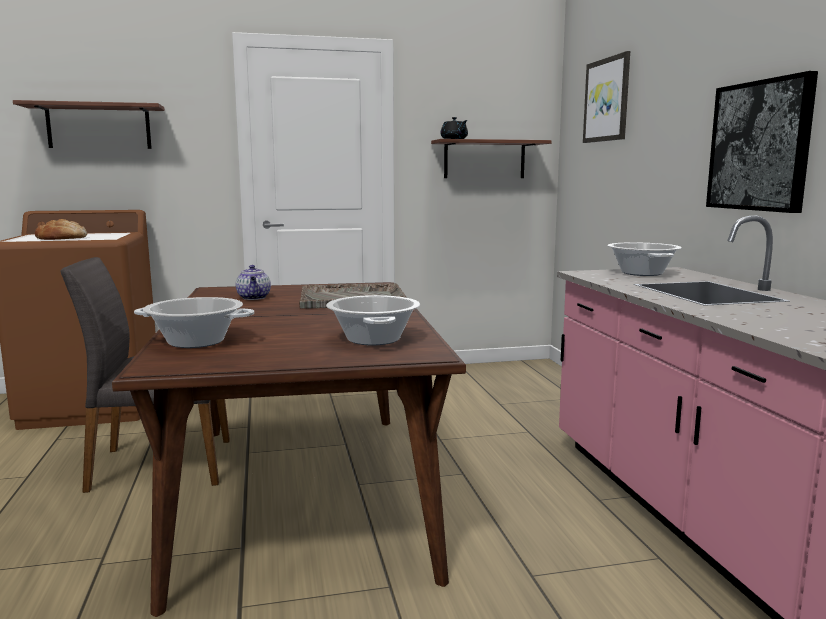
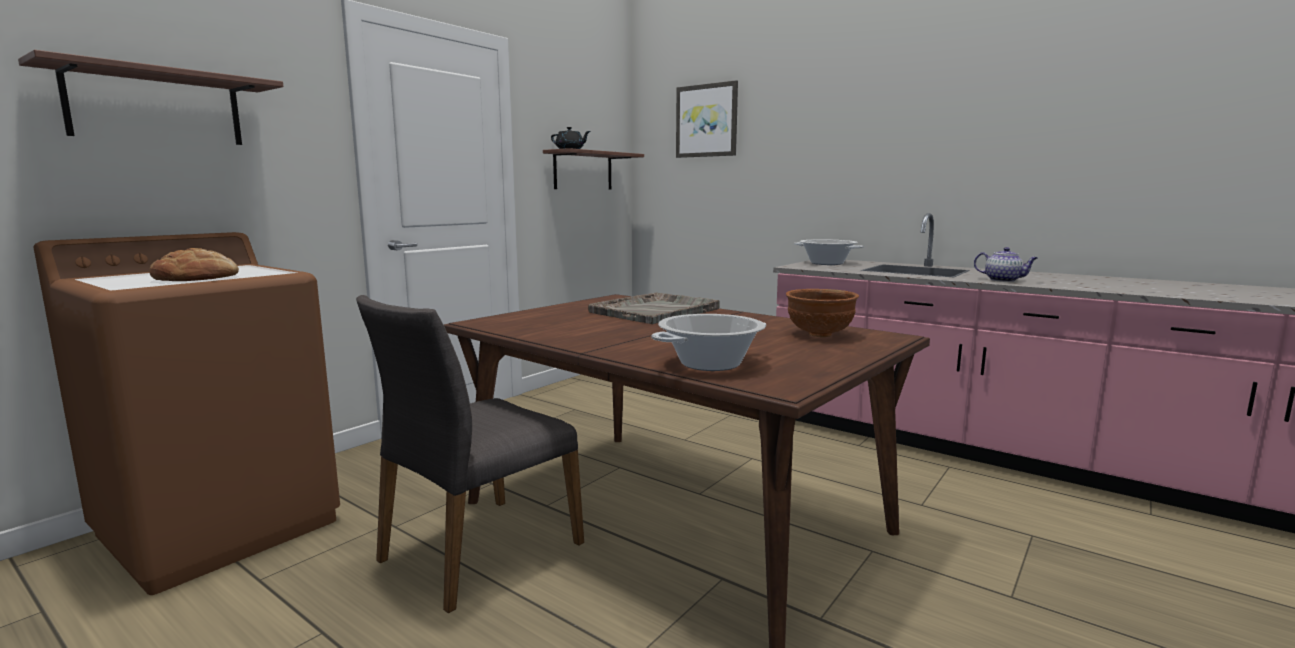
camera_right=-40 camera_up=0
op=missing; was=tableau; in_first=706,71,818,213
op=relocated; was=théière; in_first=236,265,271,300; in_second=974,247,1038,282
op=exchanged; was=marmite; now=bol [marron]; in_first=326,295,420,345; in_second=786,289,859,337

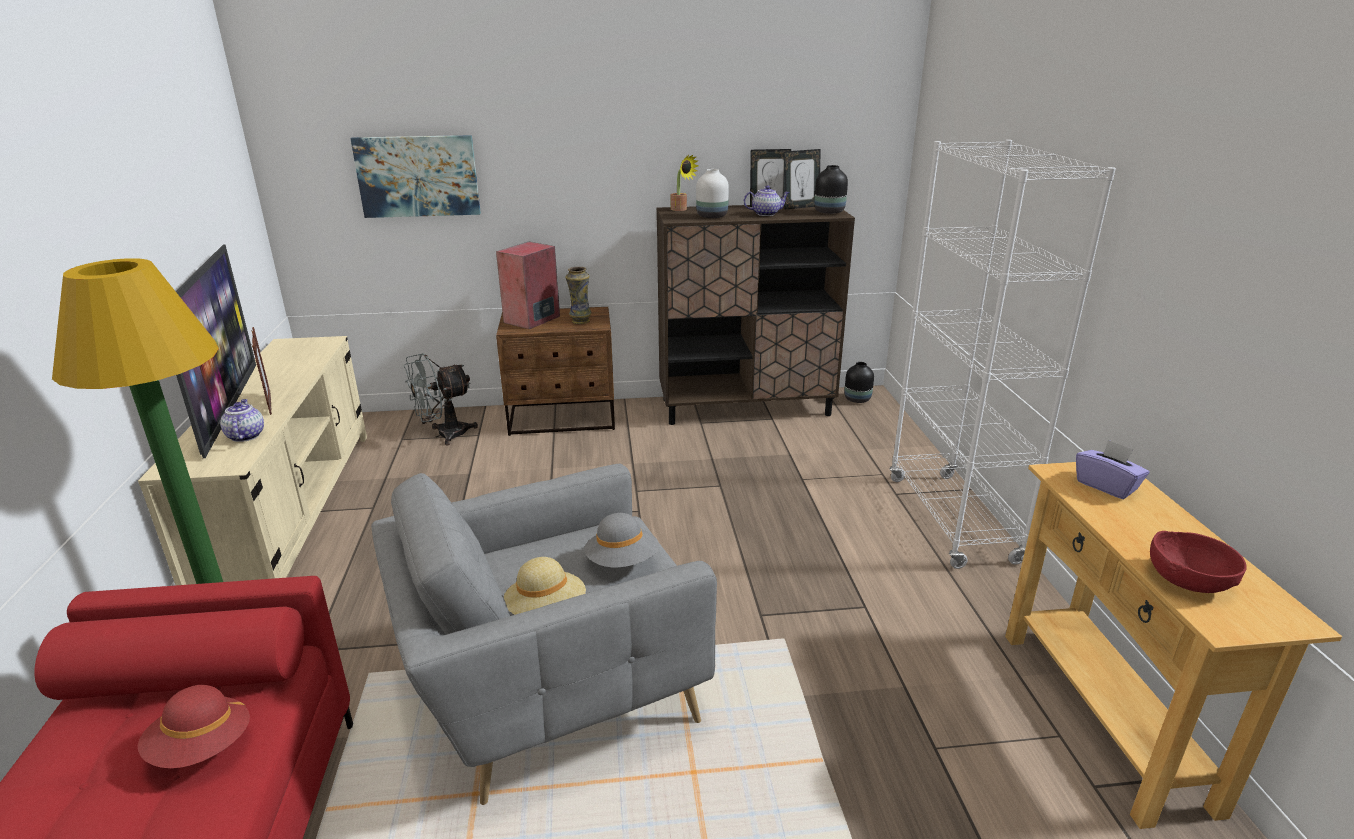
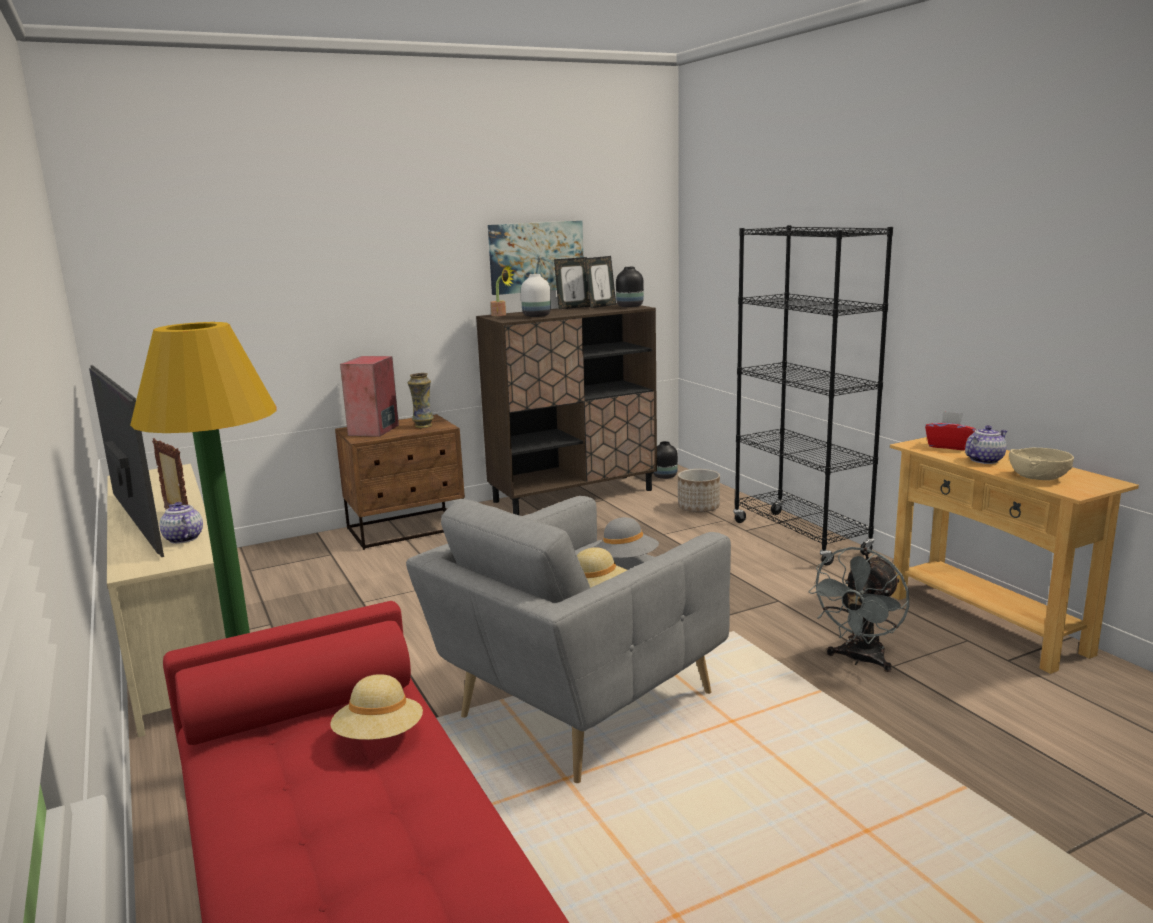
camera_right=-20 camera_up=-10
op=relocated; was=tableau; in_first=350,135,481,218; in_second=488,221,583,295
op=colour; was=bibliothèque [blanc]; now=bibliothèque [noir]; in_first=890,140,1116,569; in_second=733,225,893,566
op=relocated; was=théière; in_first=743,185,790,216; in_second=965,425,1007,464
op=relocated; was=ventilateur [gris]; in_first=404,353,478,445; in_second=808,547,909,672
op=colour; was=boîte à mouchoirs [violet]; now=boîte à mouchoirs [rouge]; in_first=1076,440,1149,500; in_second=925,411,976,450
op=colour; was=bol [rouge]; now=bol [beige]; in_first=1150,531,1247,593; in_second=1009,448,1074,480
op=colour; was=chapeau [rouge]; now=chapeau [beige]; in_first=138,685,250,769; in_second=330,674,423,740
op=appeared; now=cache-pot; in_second=678,469,720,512

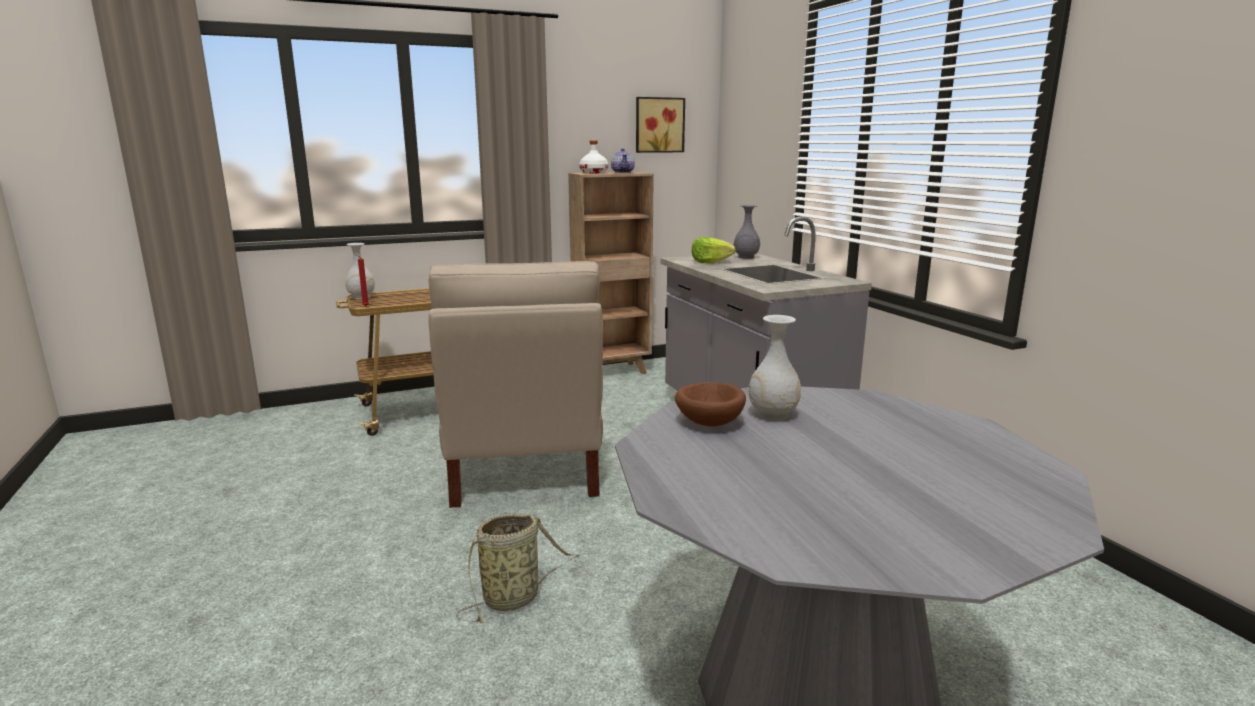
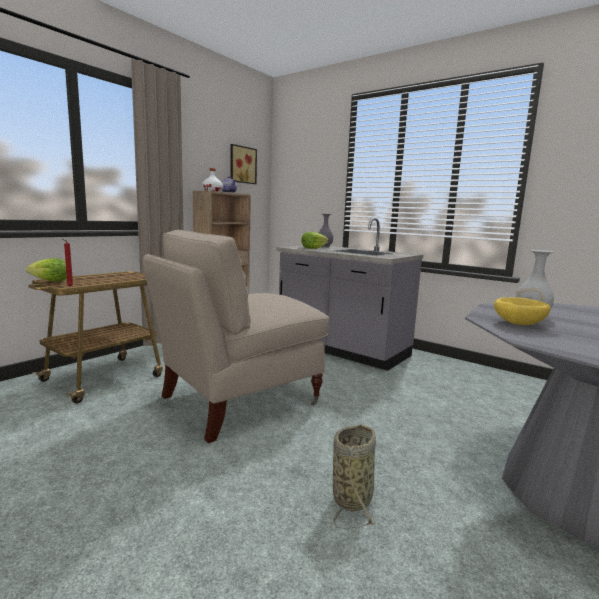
camera_right=-30 camera_up=-5
op=exchanged; was=vase [blanc]; now=laitue; in_first=345,243,375,299; in_second=26,258,67,281
op=spun; was=chaise [beige]; in_first=428,261,603,508; in_second=143,230,329,443; clockwise=90
op=colour; was=bol [marron]; now=bol [jaune]; in_first=675,382,746,426; in_second=494,297,550,325

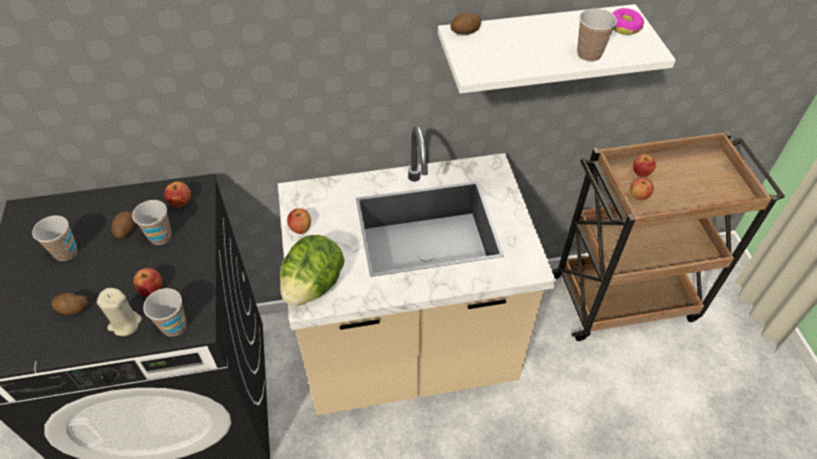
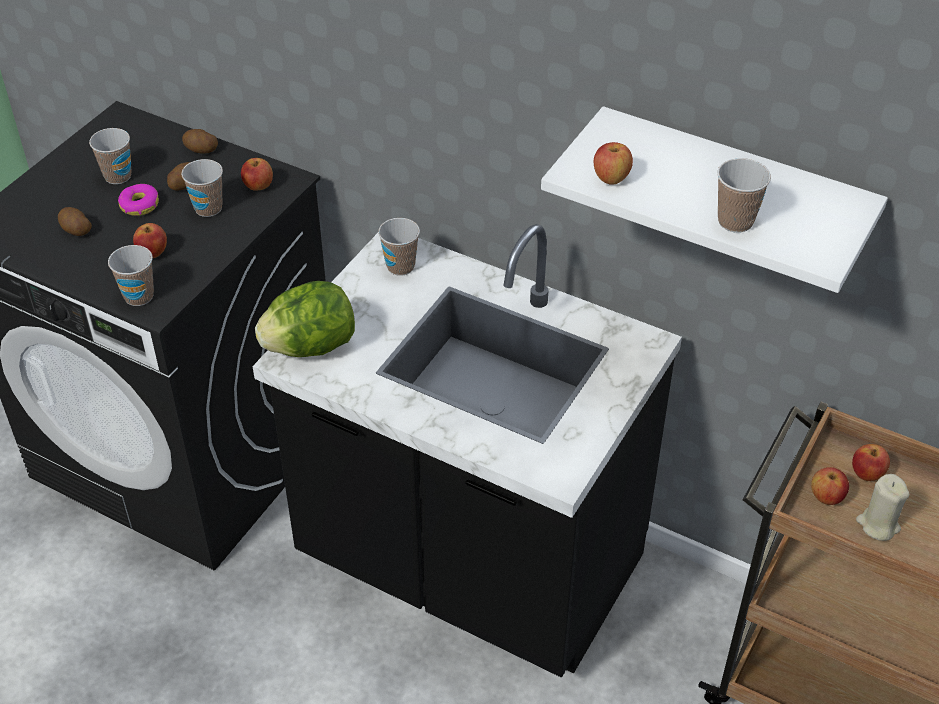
camera_right=40 camera_up=-5
op=relocated; was=beignet; in_first=612,8,644,35; in_second=118,184,159,216
op=relocated; was=pomme de terre; in_first=450,13,481,35; in_second=182,129,218,154
op=colour; was=comptoir de cuisine [beige]; now=comptoir de cuisine [noir]; in_first=278,126,556,415; in_second=253,224,682,677
op=relocated; was=pomme; in_first=287,208,311,234; in_second=594,142,633,185
op=relocated; was=bougie [beige]; in_first=97,288,142,336; in_second=856,474,910,541
op=appeared; now=tasse; in_second=378,218,420,276

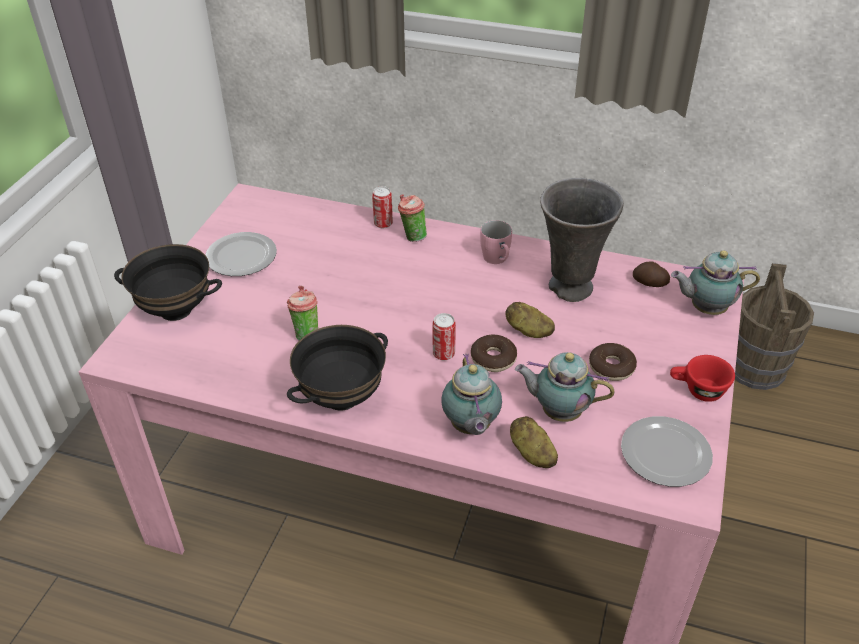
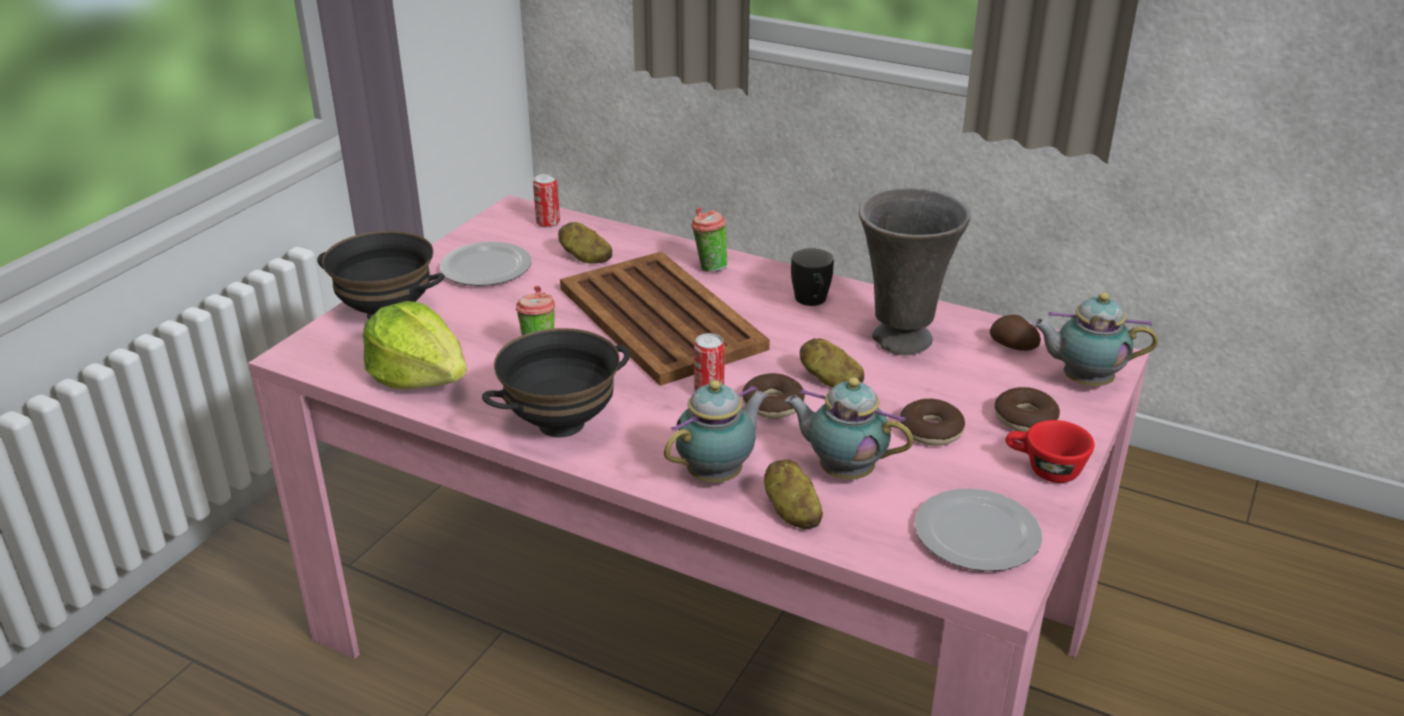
camera_right=10 camera_up=-10
op=relocated; was=boîte métallique; in_first=372,186,393,228; in_second=533,174,560,228
op=colour; was=mug [rose]; now=mug [noir]; in_first=480,220,512,264; in_second=791,248,834,306
op=missing; was=seau [marron]; in_first=735,263,814,390
op=spun; was=théière; in_first=441,354,502,435; in_second=664,380,768,483; clockwise=-135
op=appeared; now=pomme de terre; in_second=558,222,612,264
op=appeared; now=plateau [marron]; in_second=560,251,770,386
op=appeared; now=laitue; in_second=363,301,467,389
op=appeared; now=beignet; in_second=994,387,1060,432

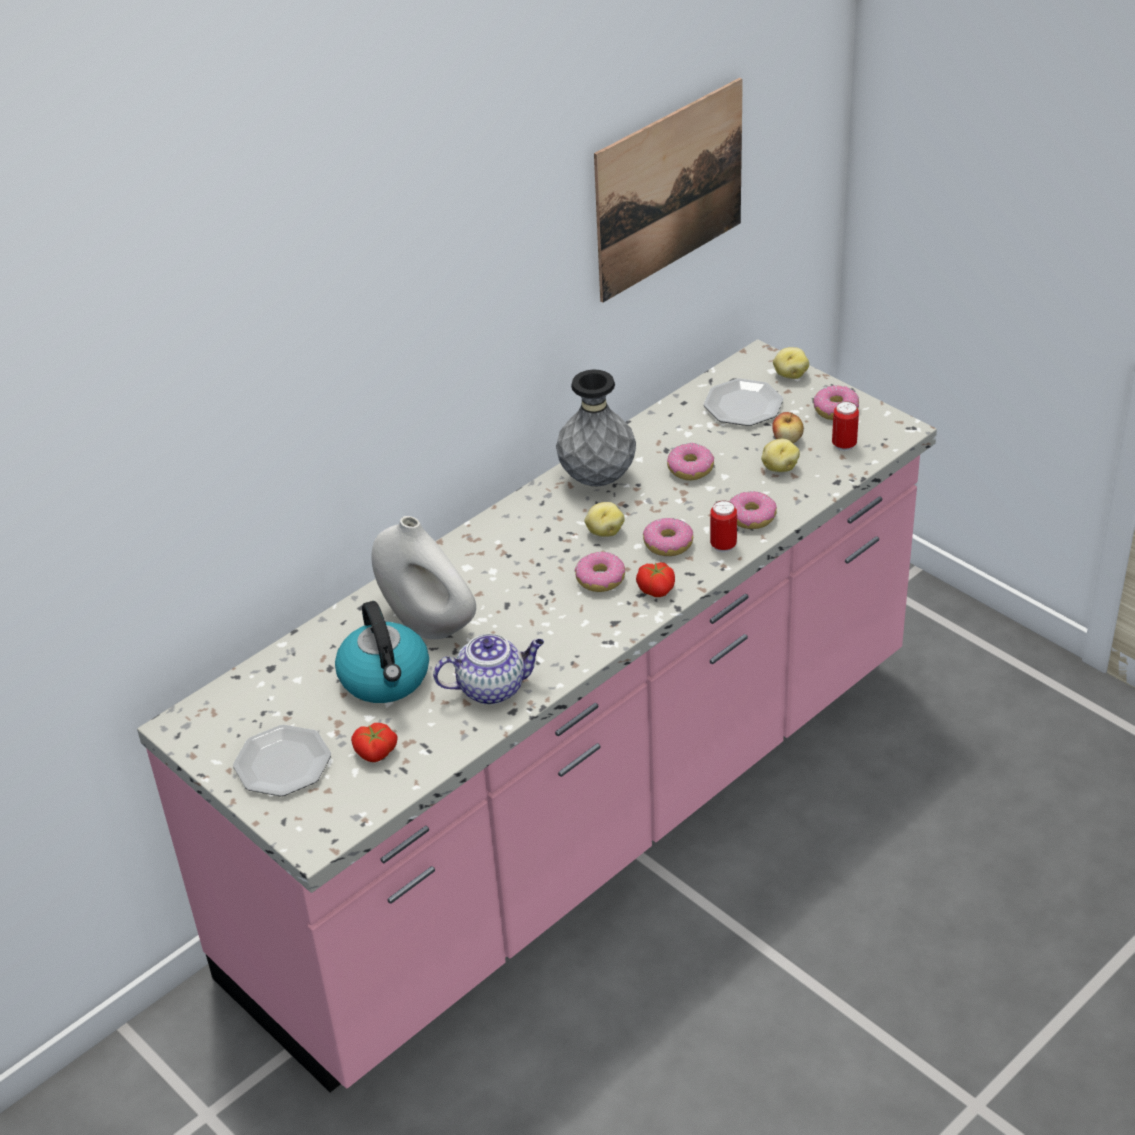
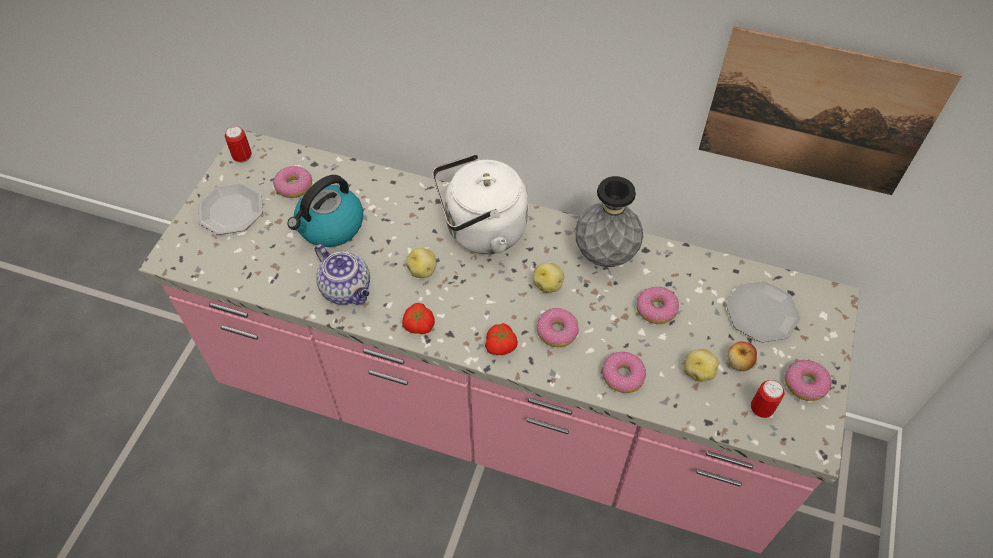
camera_right=60 camera_up=15
op=relocated; was=pomme de terre; in_first=773,347,809,379; in_second=406,248,437,278
op=relocated; was=boîte métallique; in_first=710,501,737,553; in_second=225,126,252,163
op=missing; was=vase [blanc]; in_first=372,516,476,639
op=relocated; was=beignet; in_first=575,551,625,592; in_second=273,166,312,198
op=relocated; was=tomate; in_first=351,723,398,762; in_second=402,303,435,334
op=appeared; now=bouilloire [blanc]; in_second=432,154,528,254

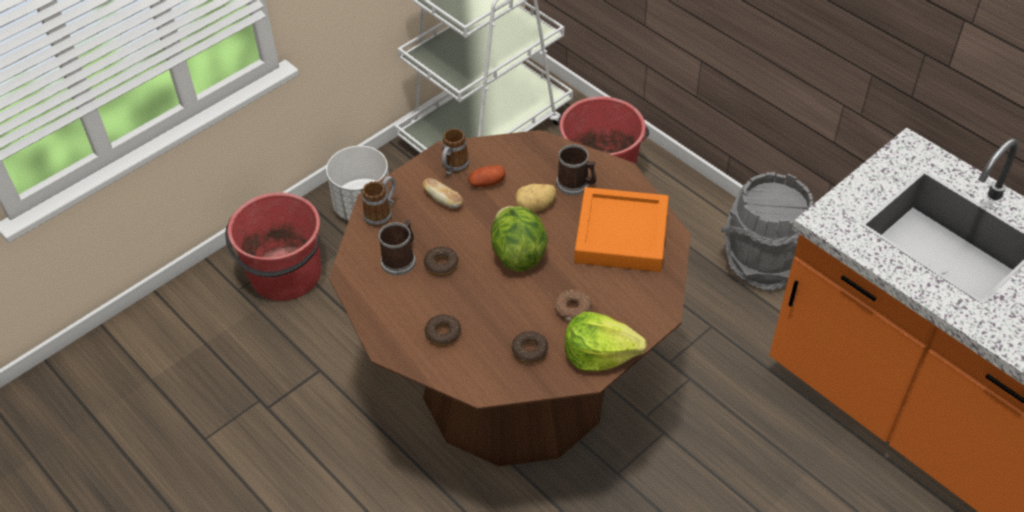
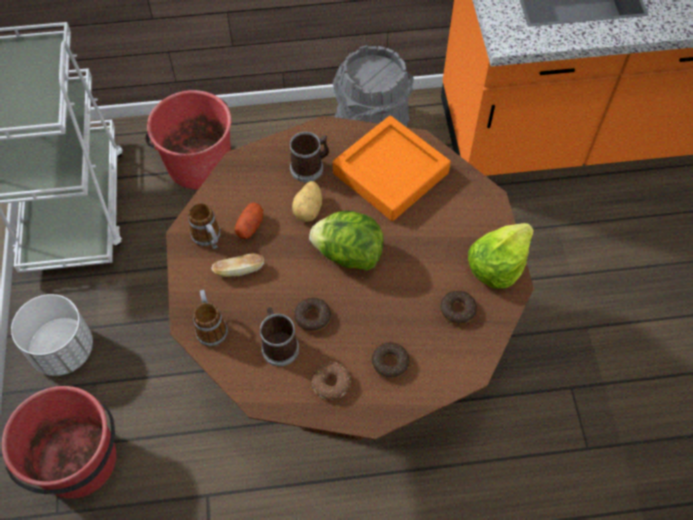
camera_right=-55 camera_up=10
op=relocated; was=beignet; in_first=554,289,592,321; in_second=312,361,351,401

